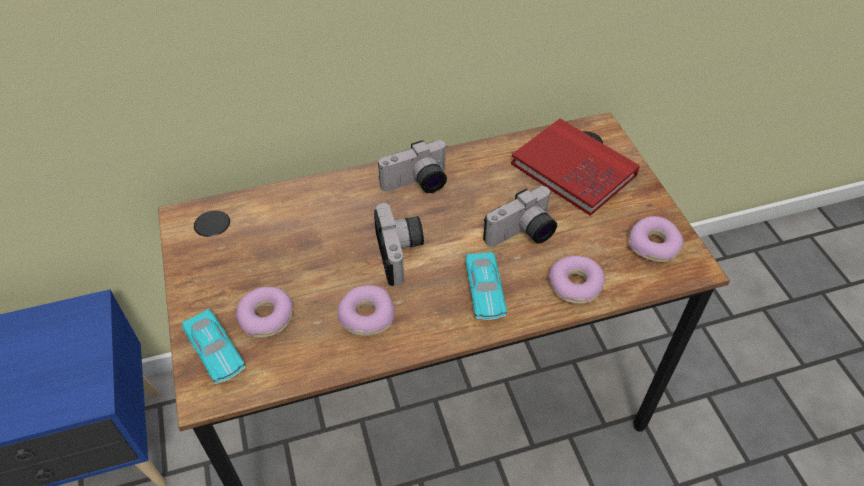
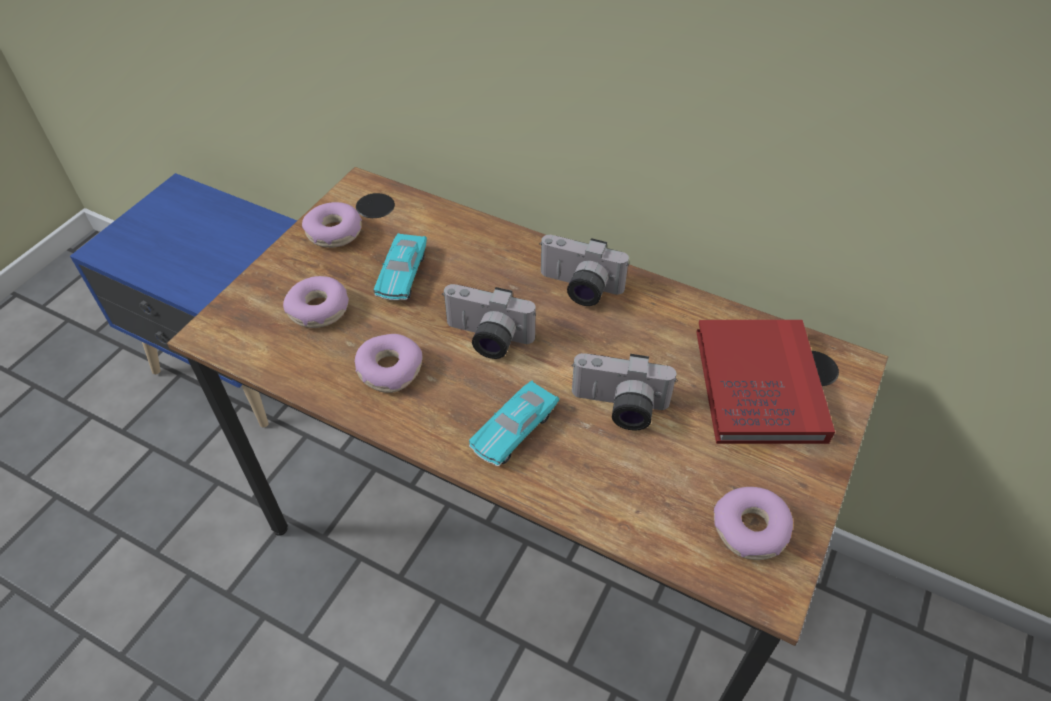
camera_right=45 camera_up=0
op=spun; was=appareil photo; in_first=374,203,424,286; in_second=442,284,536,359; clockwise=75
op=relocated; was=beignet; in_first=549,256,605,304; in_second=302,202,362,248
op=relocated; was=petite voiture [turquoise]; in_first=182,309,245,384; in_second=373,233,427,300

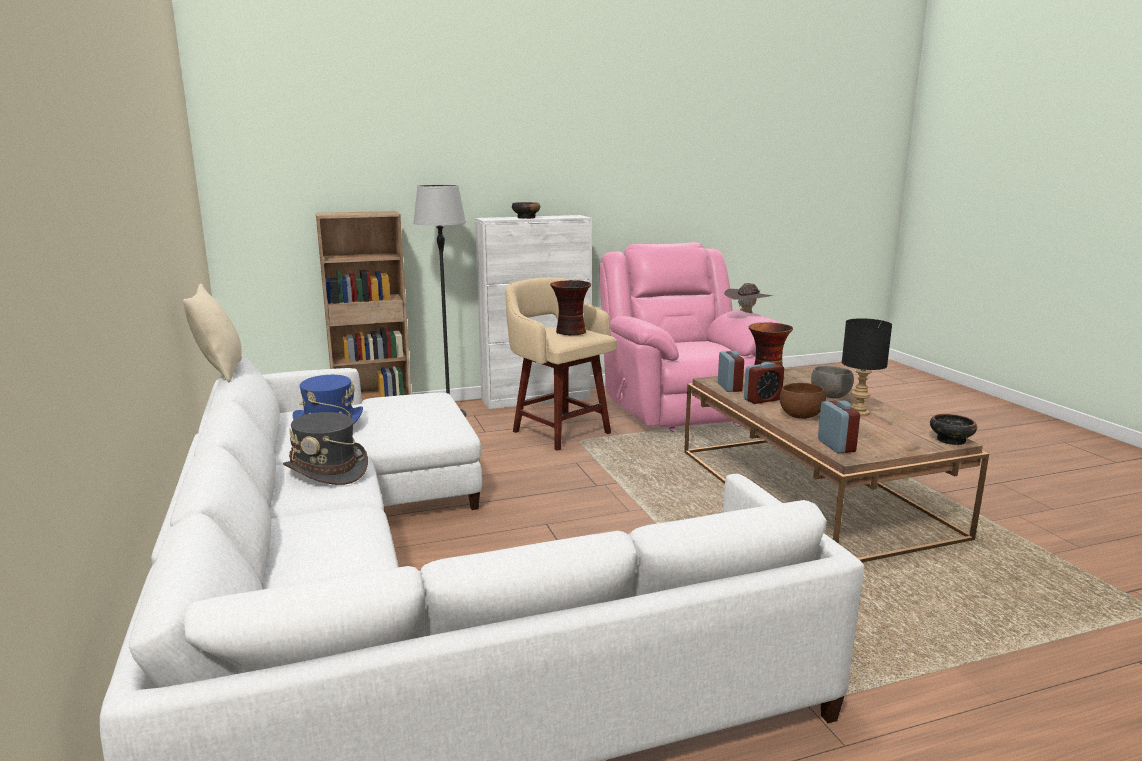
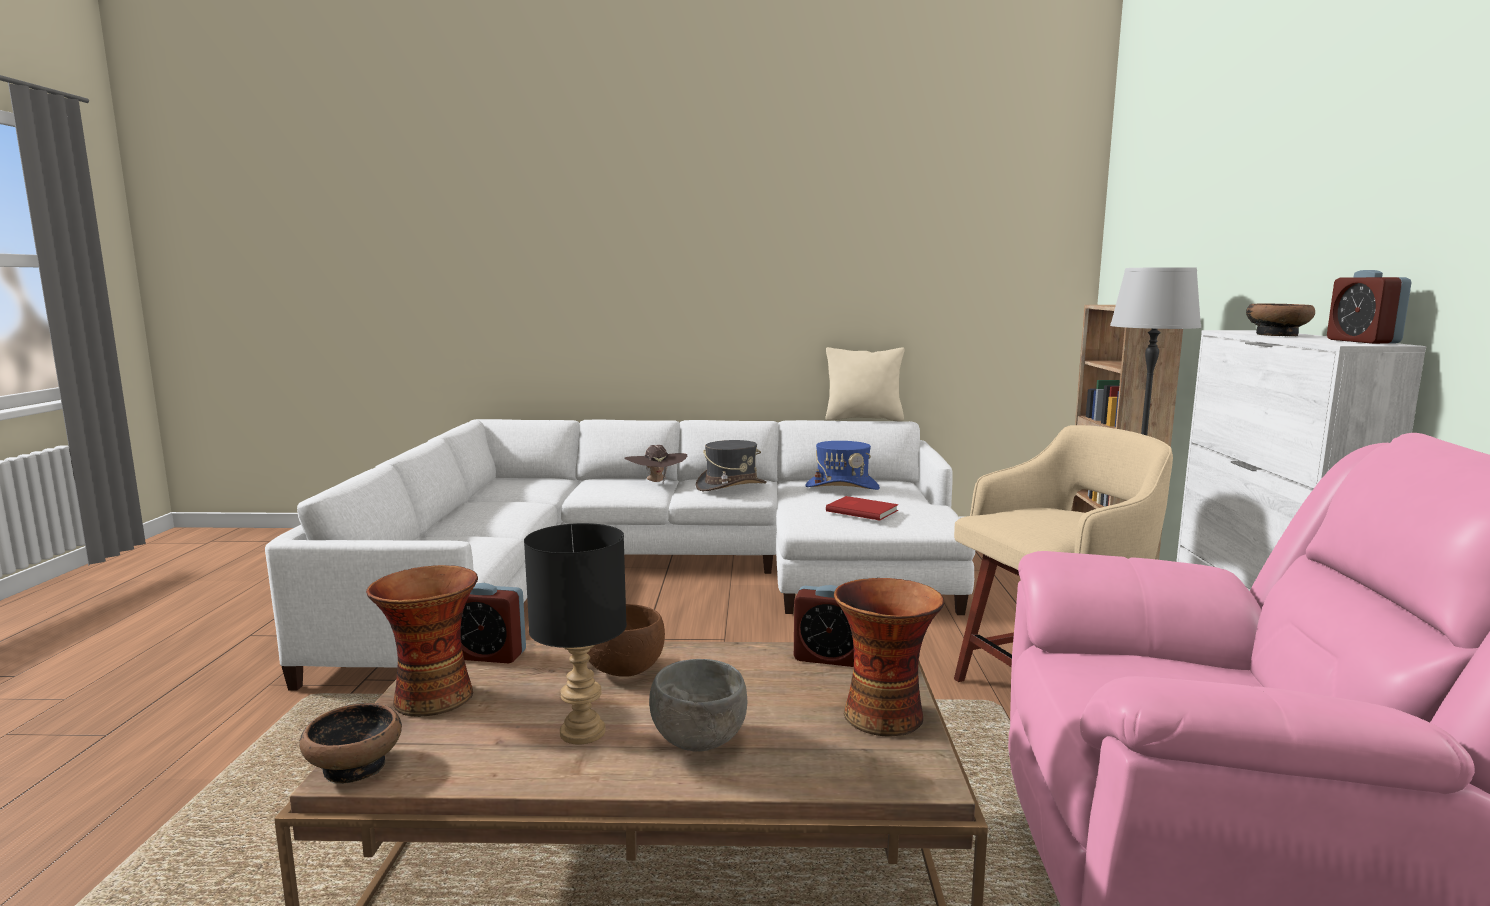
camera_right=110 camera_up=-5
op=relocated; was=vase; in_first=550,280,591,335; in_second=366,565,478,717
op=relocated; was=chapeau [marron]; in_first=724,283,774,313; in_second=624,445,687,484
op=relocated; was=réveil; in_first=744,362,784,404; in_second=1327,270,1411,344
op=appeared; now=livre [rouge]; in_second=826,496,899,521

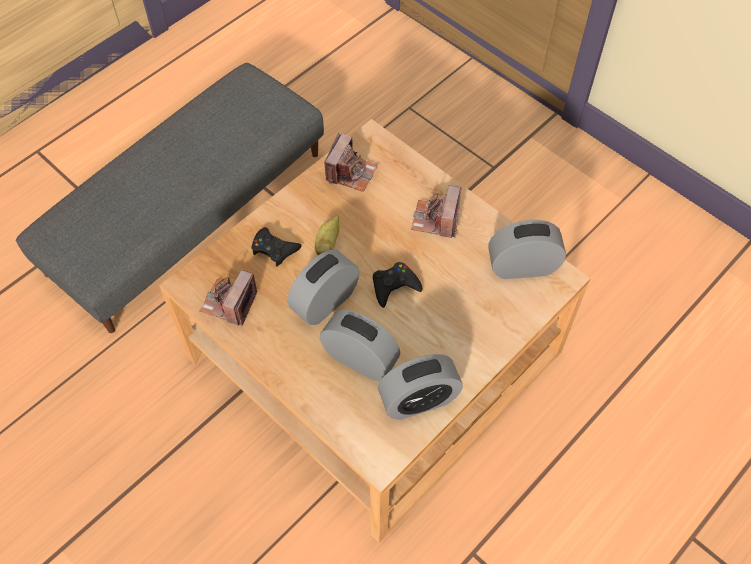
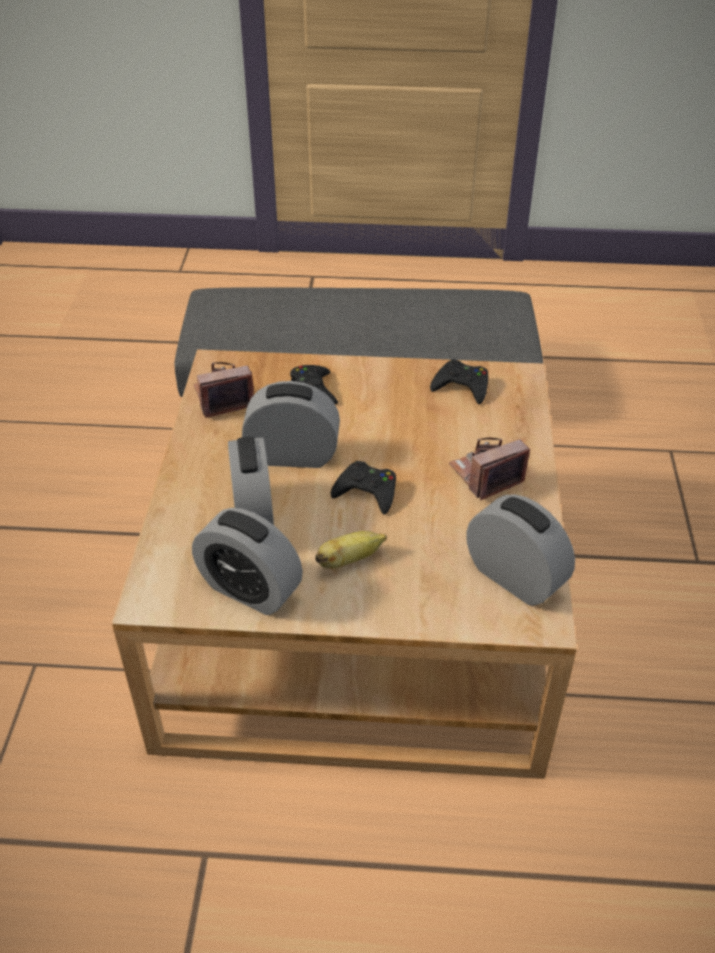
camera_right=50 camera_up=-15
op=exchanged; was=appareil photo; now=manette [noir]; in_first=324,133,378,192; in_second=430,359,488,404
op=relocated; was=banane; in_first=315,215,339,255; in_second=315,531,387,569

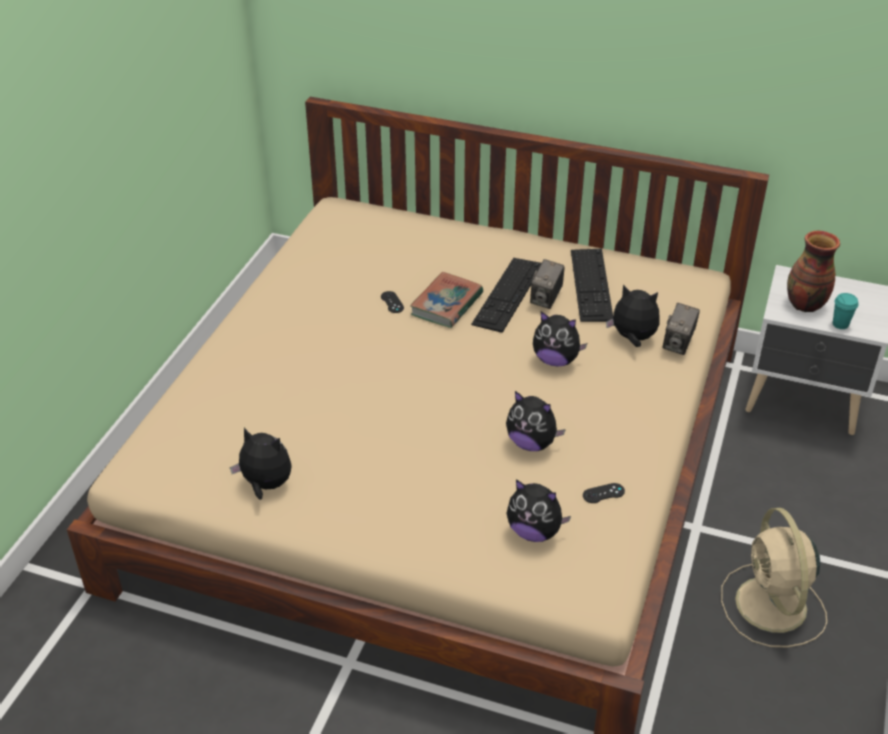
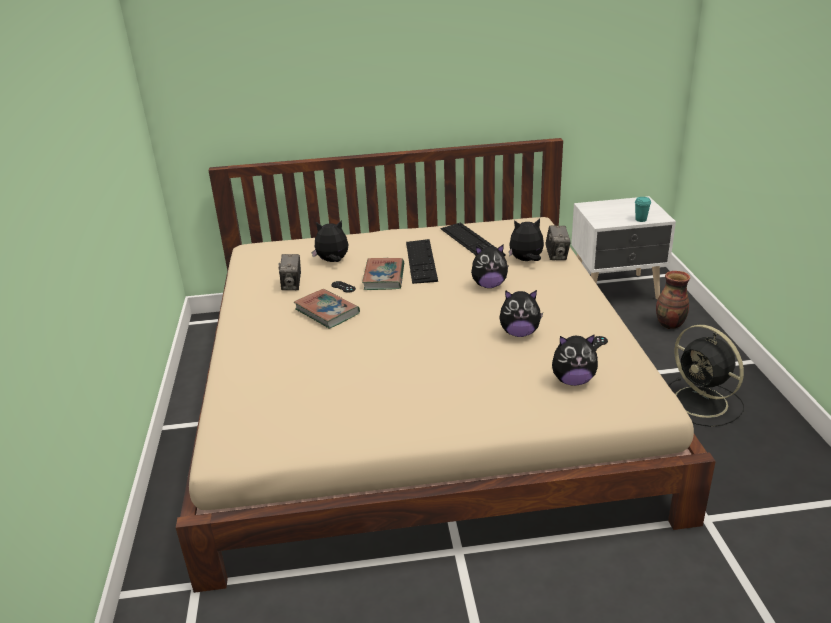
camera_right=-25 camera_up=-10
op=relocated; was=vase; in_first=787,230,840,312; in_second=656,271,690,329
op=relocated; was=appareil photo; in_first=530,259,564,309; in_second=278,254,301,290
op=relocated; was=peluche; in_first=230,428,292,500; in_second=311,220,349,262
op=colour; was=ventilateur [beige]; now=ventilateur [noir]; in_first=721,508,827,647; in_second=668,325,744,427
op=appeared; now=livre; in_second=294,289,360,329

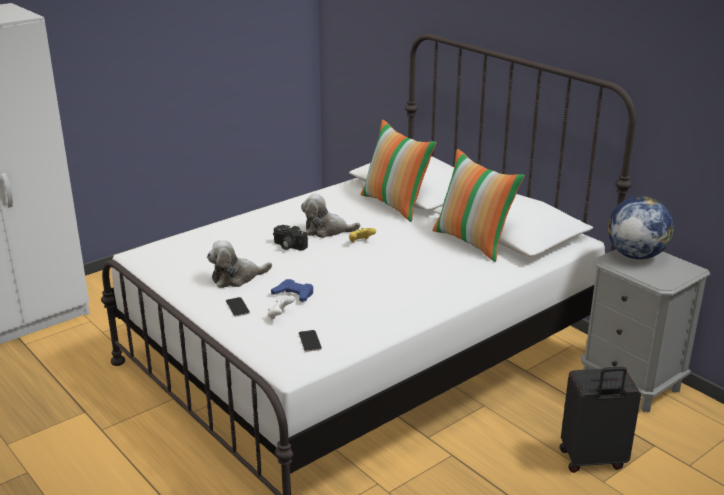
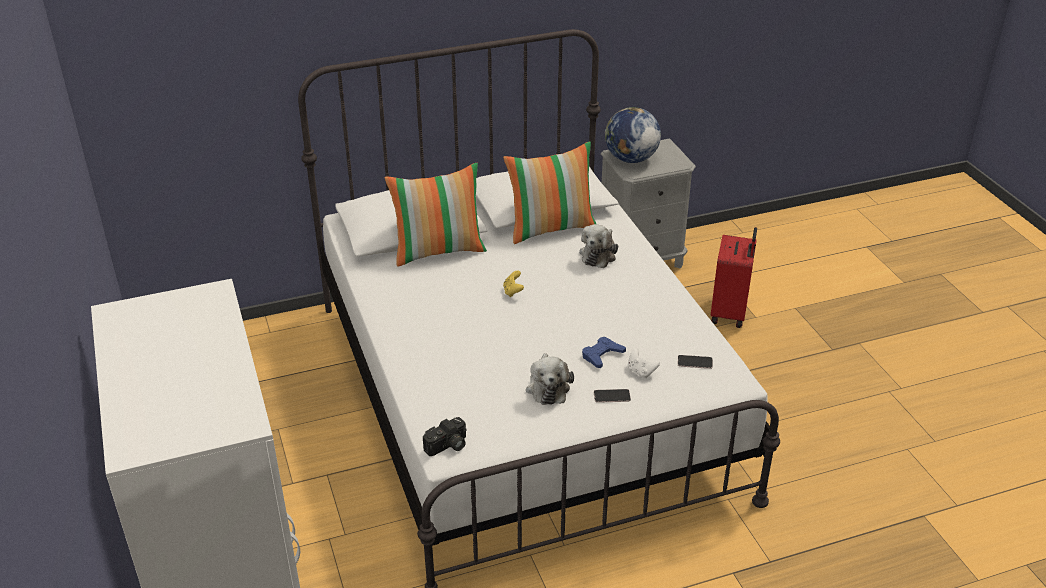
camera_right=-70 camera_up=10
op=relocated; was=peluche; in_first=301,194,361,238; in_second=579,224,618,268
op=relocated; was=appareil photo; in_first=273,225,308,251; in_second=423,417,467,456
op=colour; was=valise [noir]; now=valise [rouge]; in_first=560,367,641,473; in_second=711,227,757,328

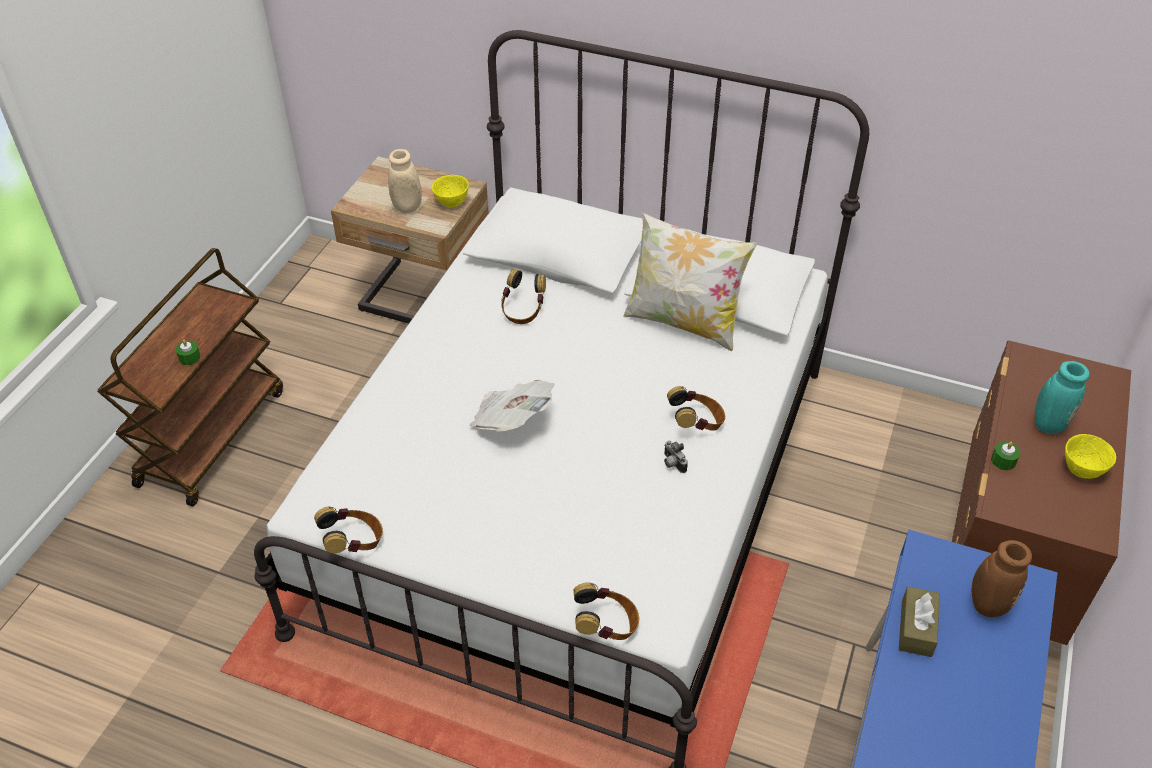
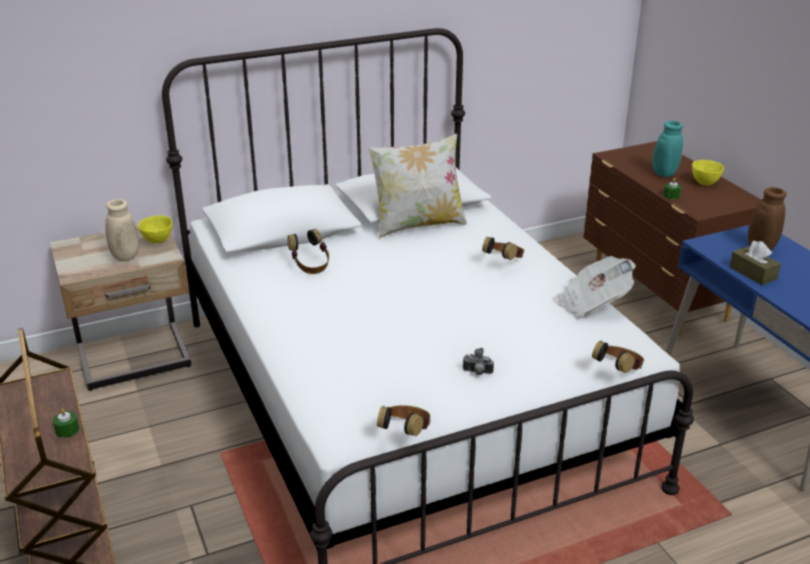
camera_right=-45 camera_up=-15
op=relocated; was=journal; in_first=470,380,555,432; in_second=553,256,636,317
op=relocated; was=appareil photo; in_first=664,440,688,473; in_second=463,348,494,375

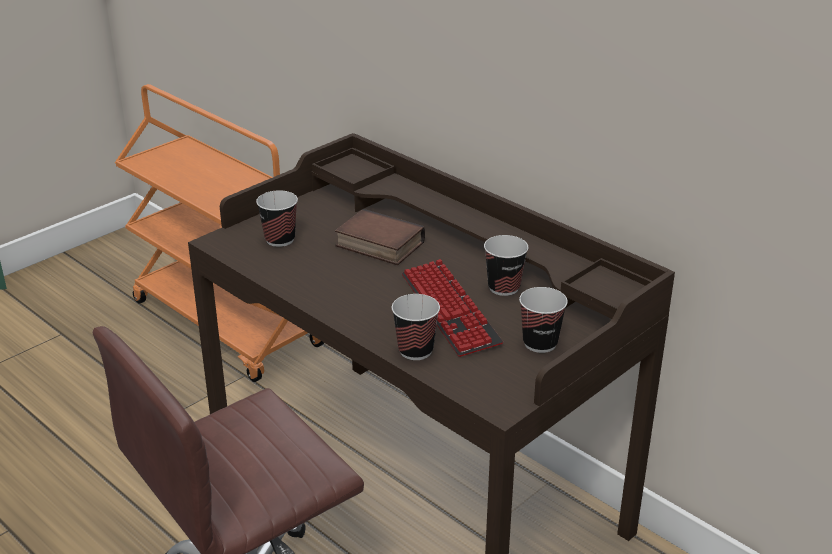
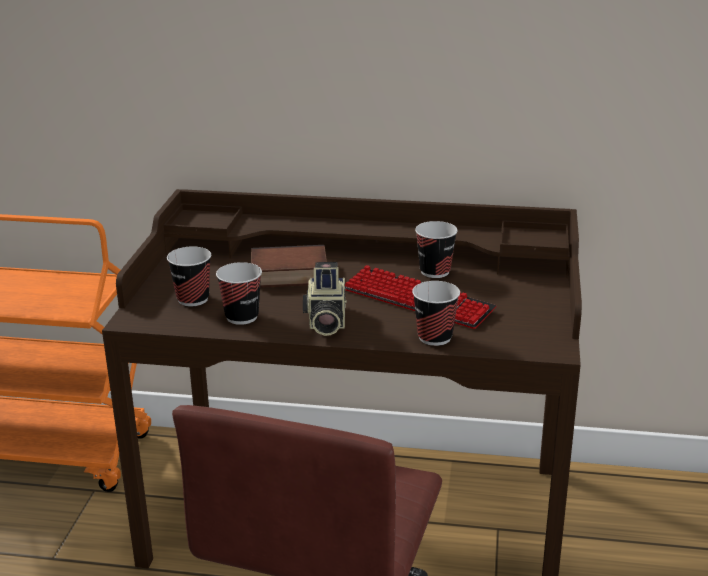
camera_right=-35 camera_up=-5
op=relocated; was=tasse; in_first=519,287,568,353; in_second=216,262,262,325
op=appeared; now=appareil photo; in_second=303,262,347,336

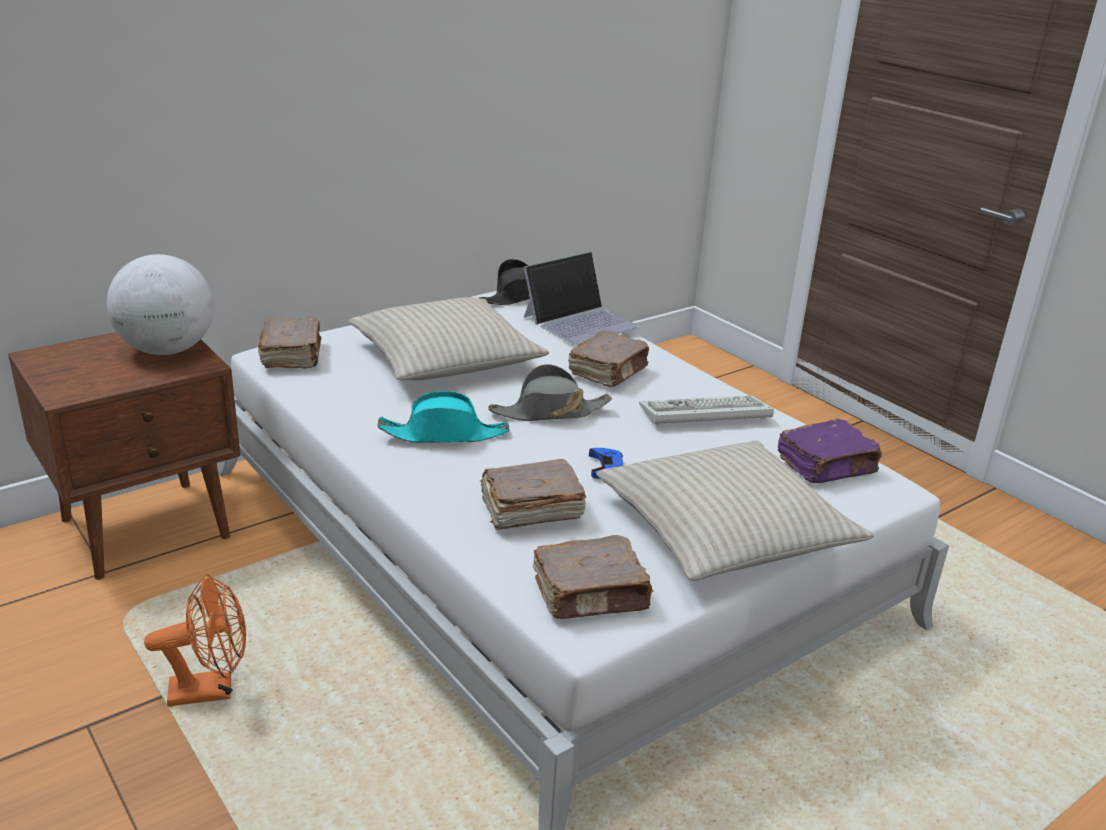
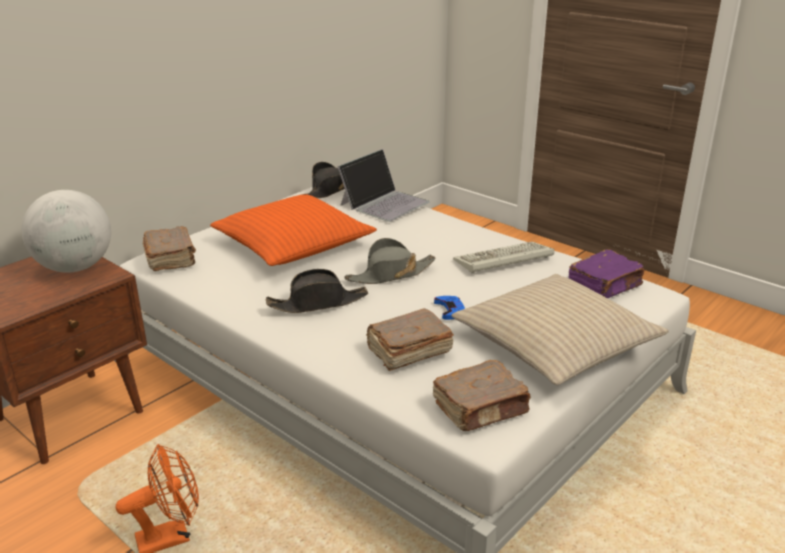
camera_right=-10 camera_up=0
op=colour; was=coussin [beige]; now=coussin [orange]; in_first=348,297,549,380; in_second=210,194,377,266
op=missing; was=livre [marron]; in_first=568,330,649,387
op=colour; was=chapeau [turquoise]; now=chapeau [noir]; in_first=377,391,510,443; in_second=265,269,368,313

